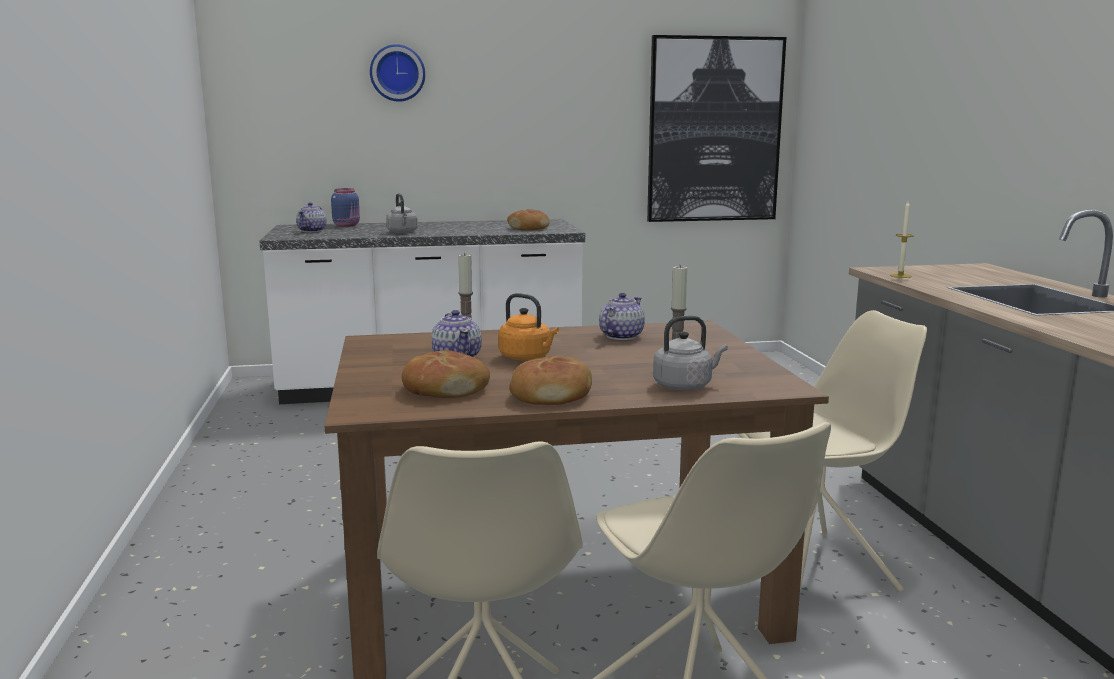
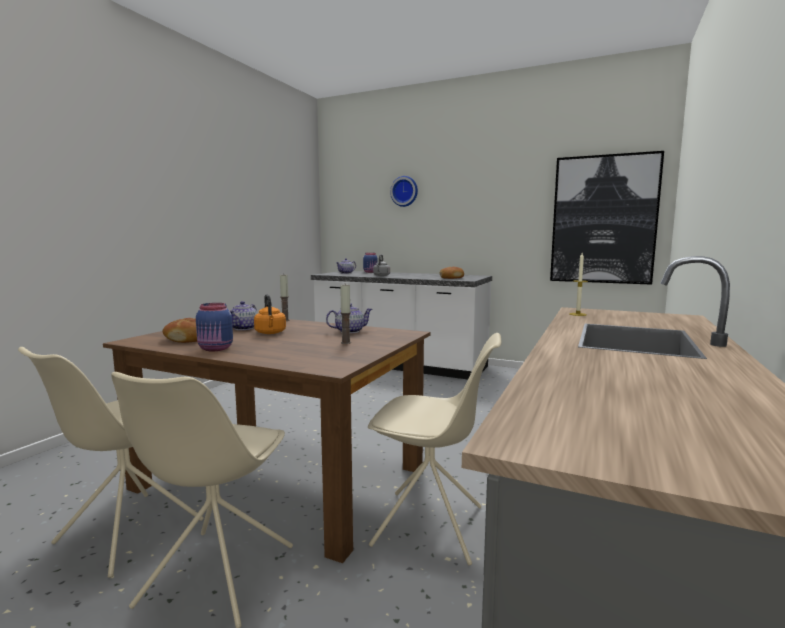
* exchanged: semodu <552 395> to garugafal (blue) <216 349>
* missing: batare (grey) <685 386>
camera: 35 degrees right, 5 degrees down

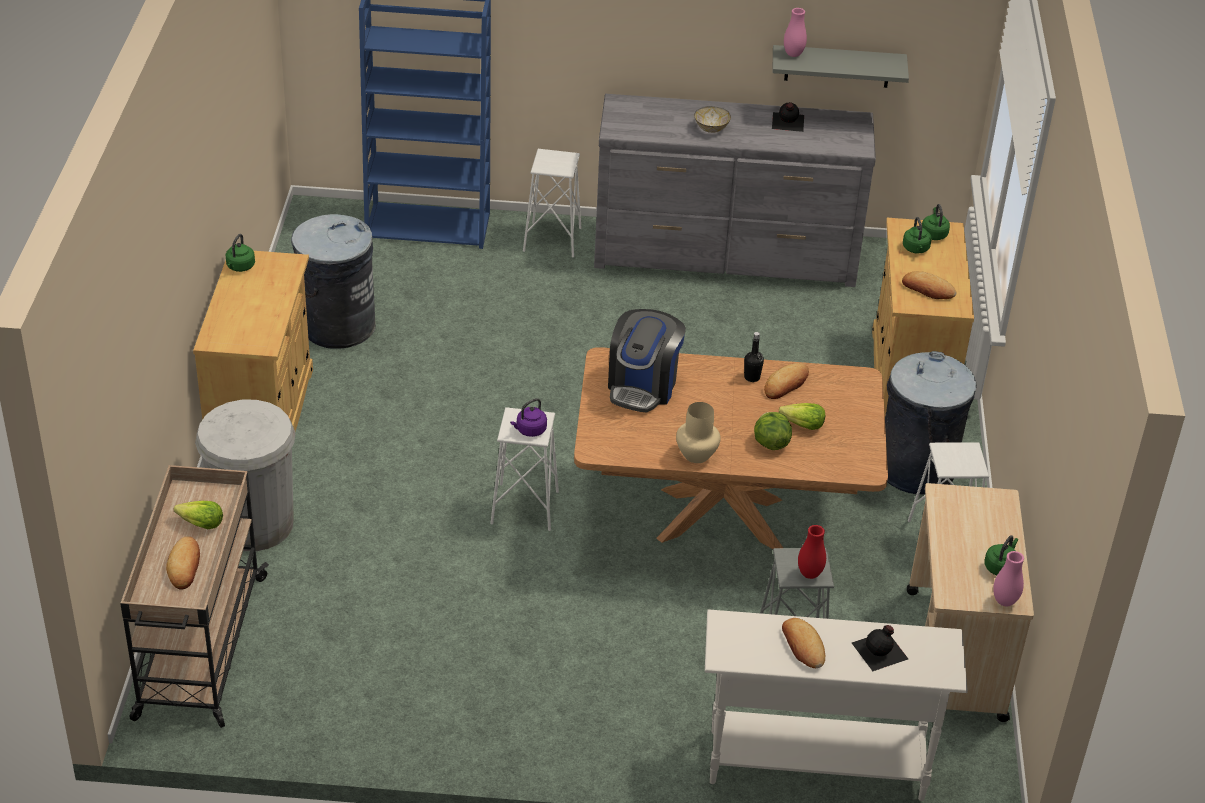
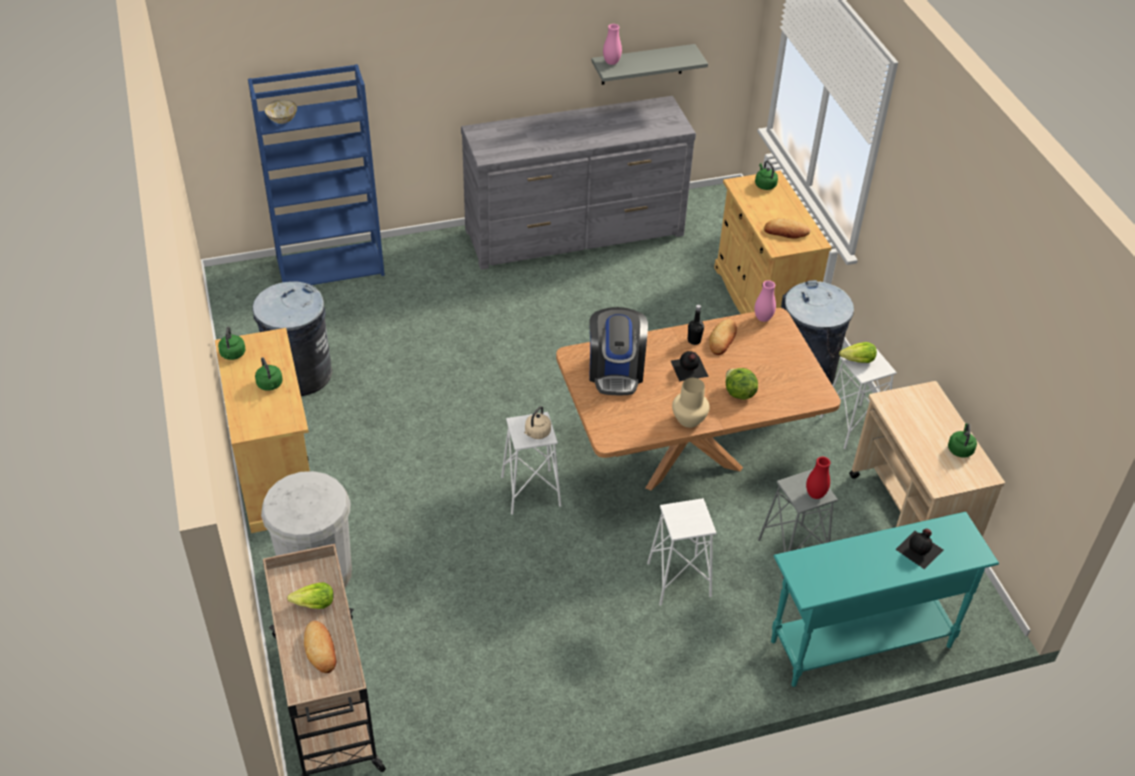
* colour: batare (purple) <529 430> to batare (beige) <537 433>
* relocated: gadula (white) <552 240> to <678 580>
* relocated: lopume <710 129> to <282 120>
* colour: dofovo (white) <815 764> to dofovo (turquoise) <860 643>
* relocated: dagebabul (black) <787 122> to <689 369>
* relocated: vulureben <802 425> to <858 360>
* missing: semodu <803 646>
* relocated: batare (green) <916 249> to <270 385>
* relocated: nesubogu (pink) <1004 601> to <763 318>
camera: 20 degrees left, 5 degrees up

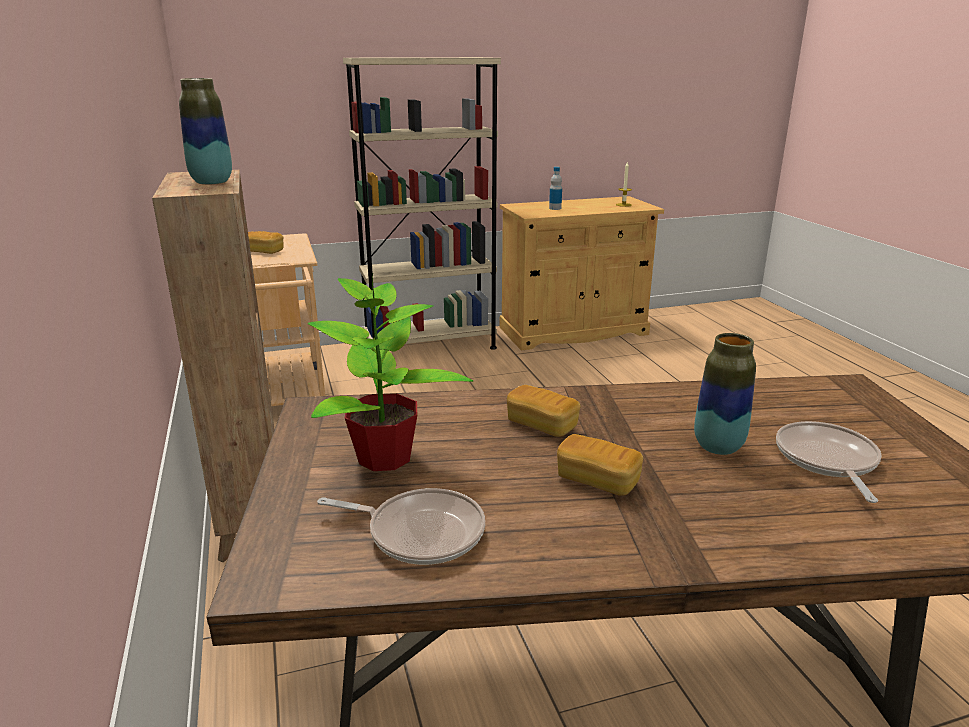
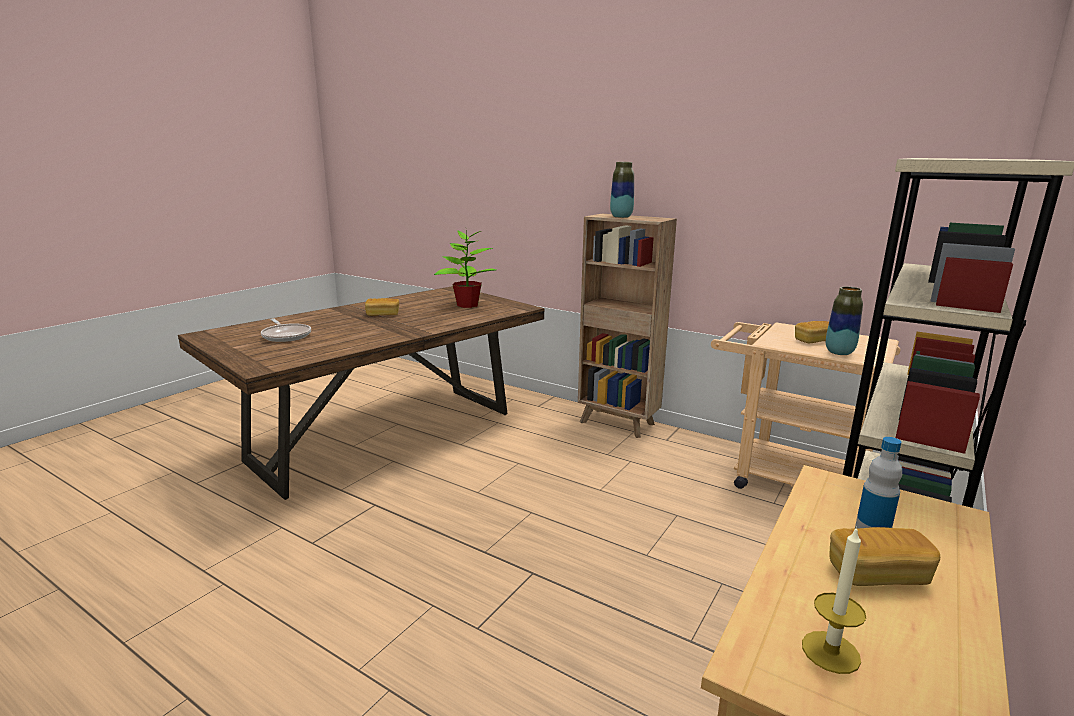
* missing: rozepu <420 532>
* relocated: semodu <542 425> to <877 574>
* relocated: nesubogu <718 447> to <839 352>
camera: 140 degrees right, 5 degrees down

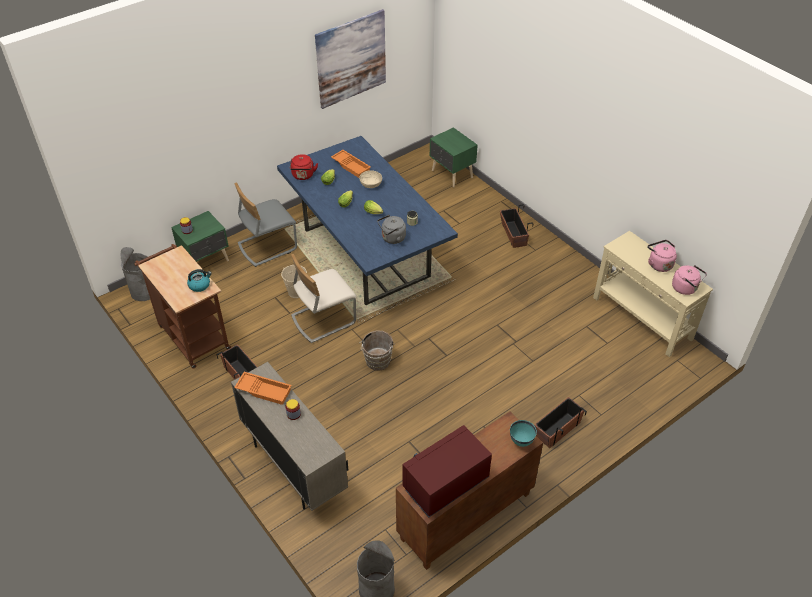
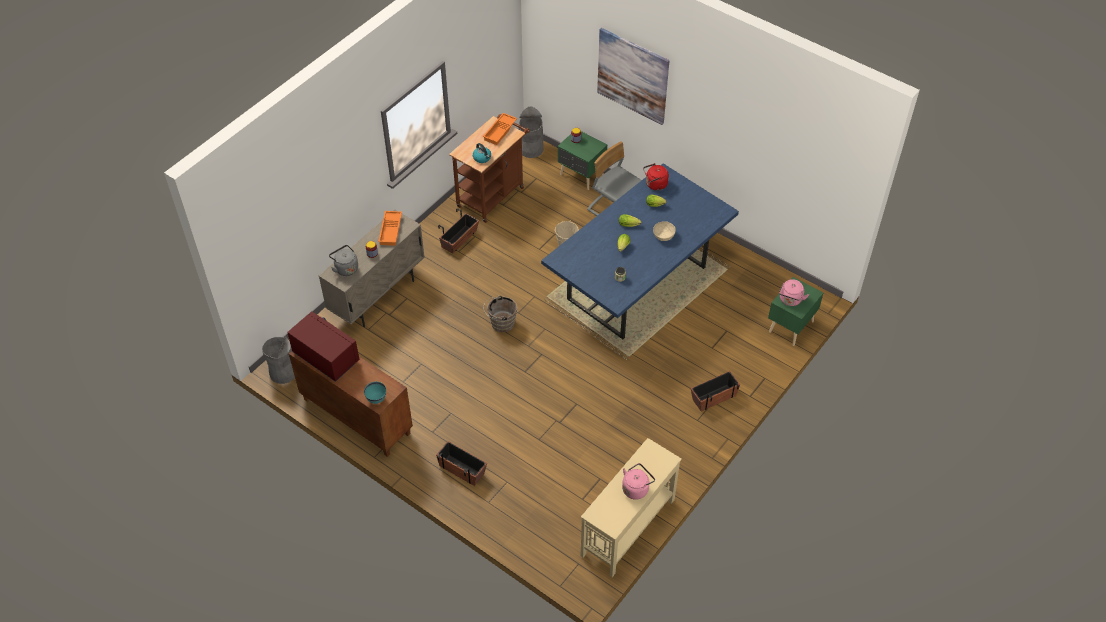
* missing: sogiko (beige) <323 319>
* relocated: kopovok <351 59> to <633 76>
* relocated: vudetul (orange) <351 166> to <500 131>
* relocated: batare (grey) <392 238> to <345 268>
* relocated: batare (pink) <686 288> to <790 300>
camera: 75 degrees right, 5 degrees up

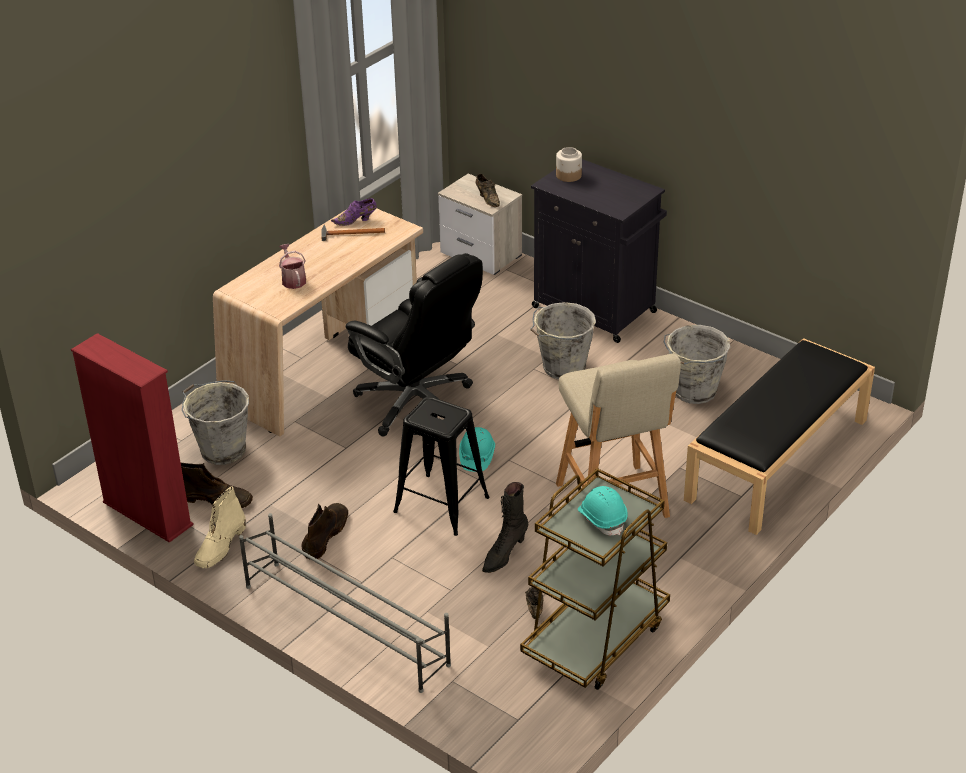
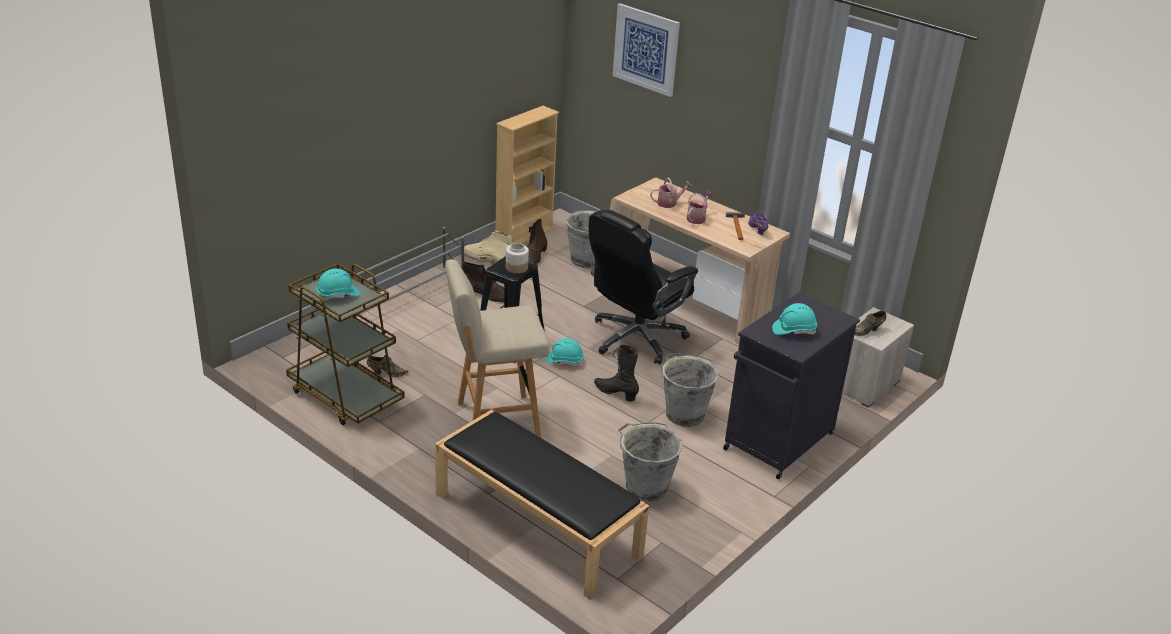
* colour: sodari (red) <147 514> to sodari (beige) <524 235>
* relocated: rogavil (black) <504 554> to <615 393>
* relocated: garugafal <569 175> to <516 268>
* appeared: kopovok <646 49>
* appeared: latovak <697 218>
* appeared: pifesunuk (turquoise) <793 330>
camera: 90 degrees right, 5 degrees down

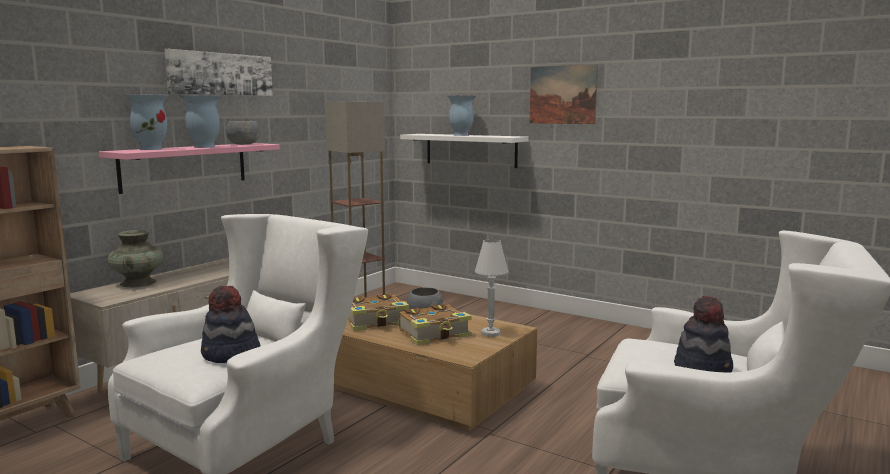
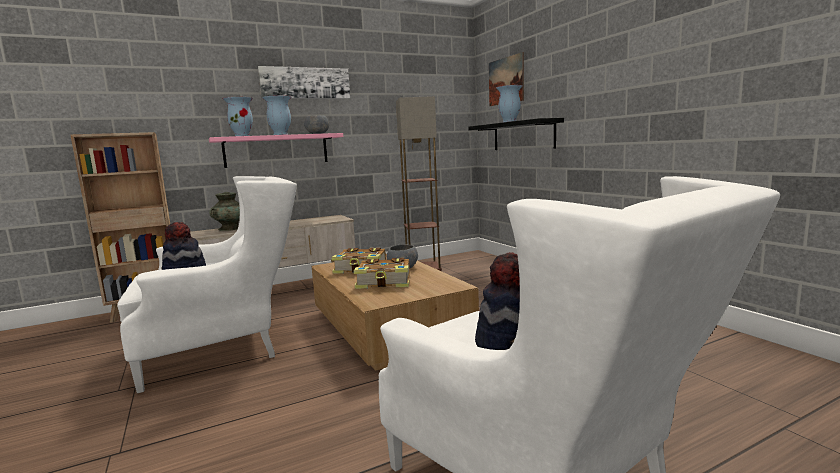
* colour: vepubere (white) <470 150> to vepubere (black) <523 135>
* missing: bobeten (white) <490 333>
* relocated: kopovok <562 95> to <506 80>
camera: 30 degrees right, 0 degrees up

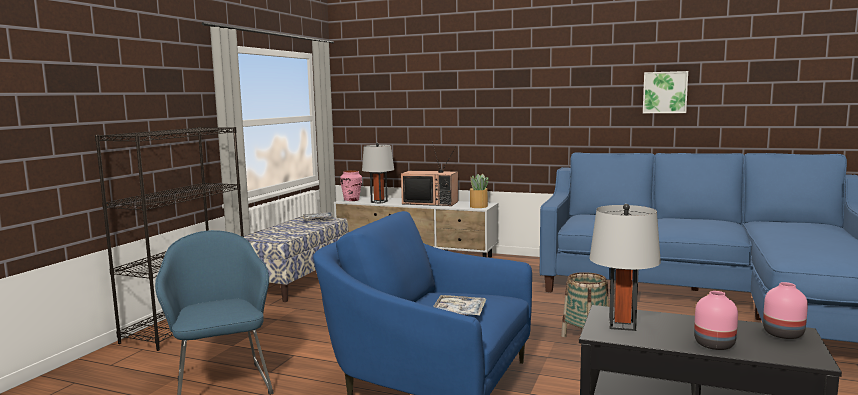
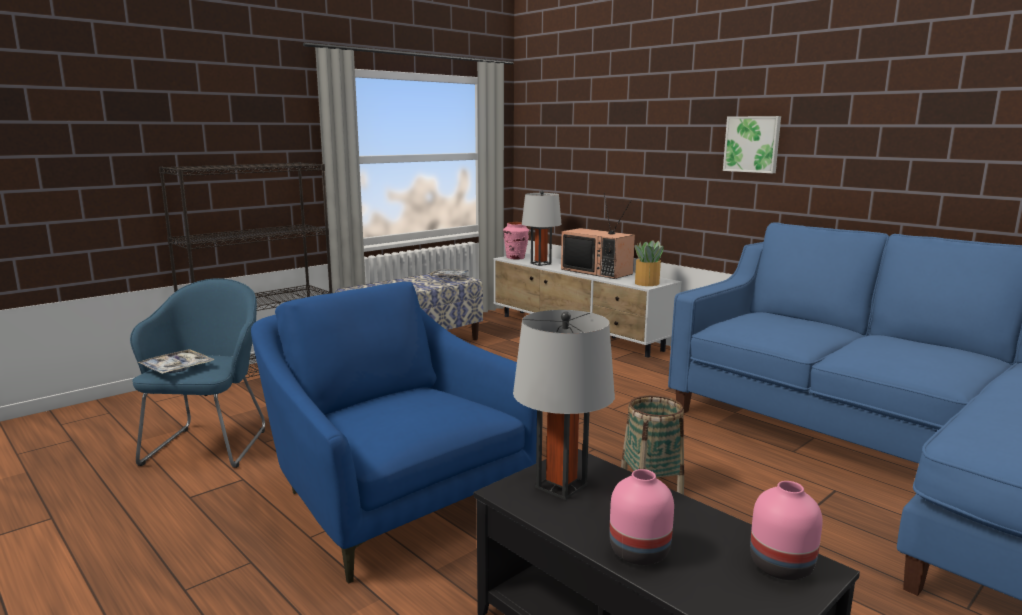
* relocated: vudetul <459 312> to <177 368>
* relocated: kopovok <665 92> to <752 144>
camera: 25 degrees right, 5 degrees up

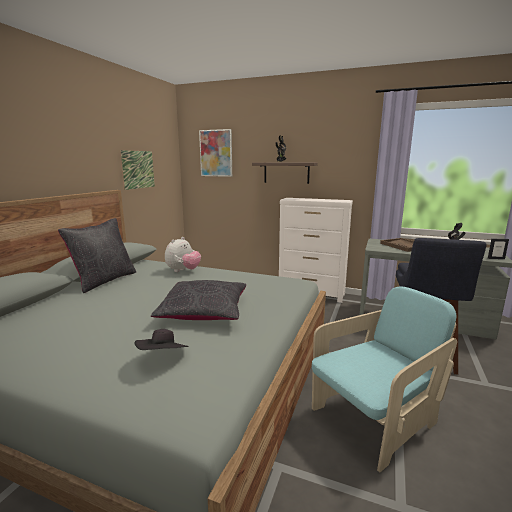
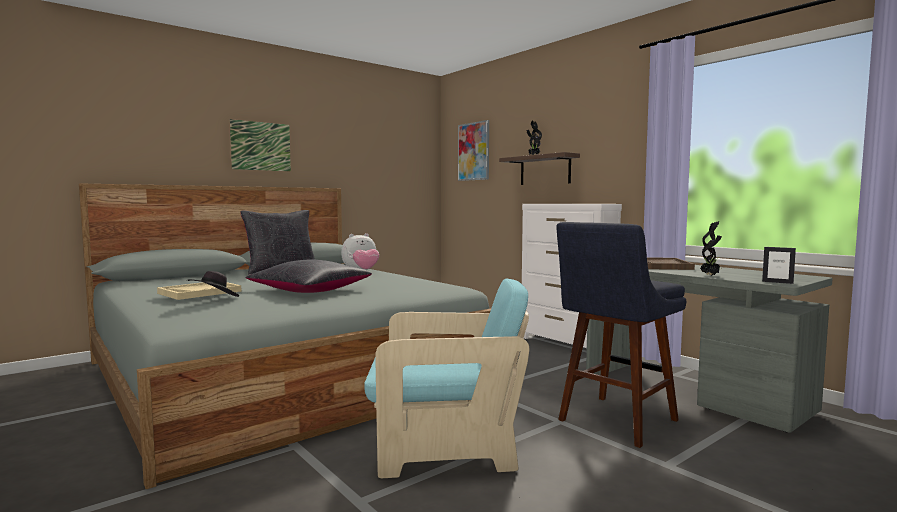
* relocated: kopovok <138 169> to <260 146>
* appeared: vudetul (beige) <200 292>
camera: 30 degrees right, 10 degrees down

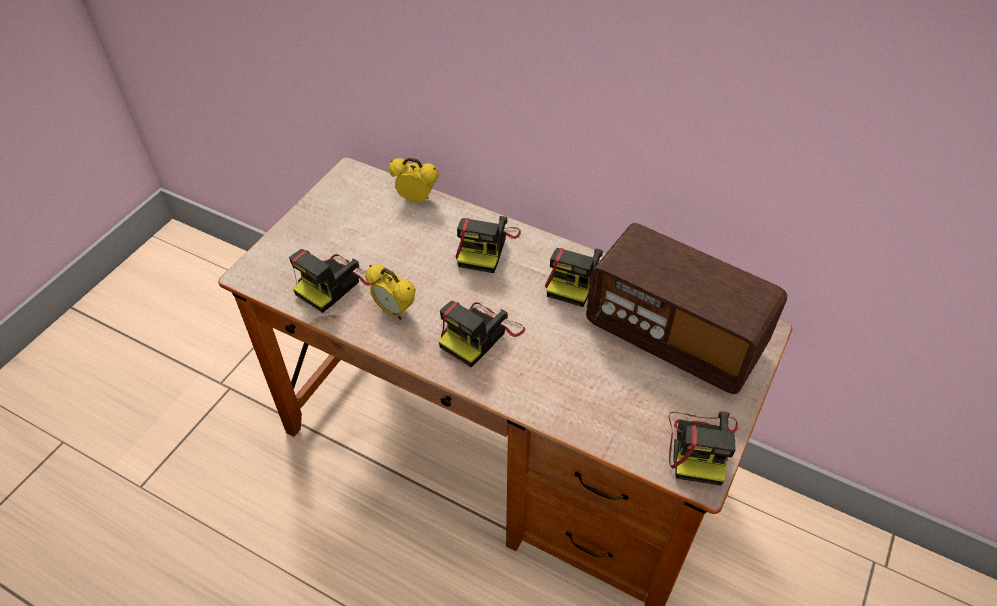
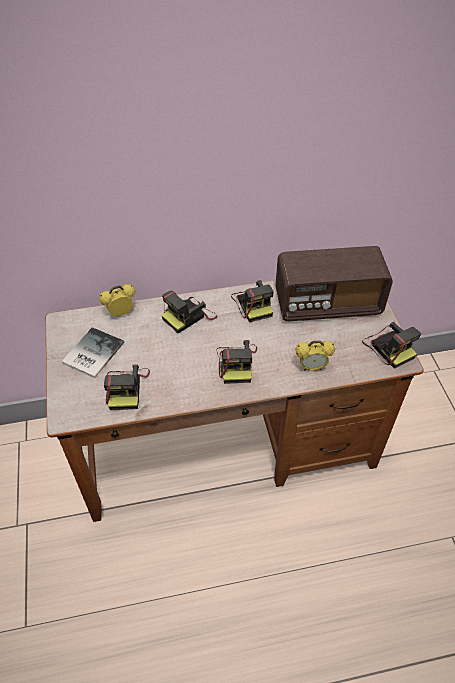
* relocated: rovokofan <394 311> to <311 367>
* spun: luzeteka <485 246> = <189 316> 75 degrees clockwise
* appeared: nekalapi <91 353>
camera: 40 degrees left, 0 degrees up

